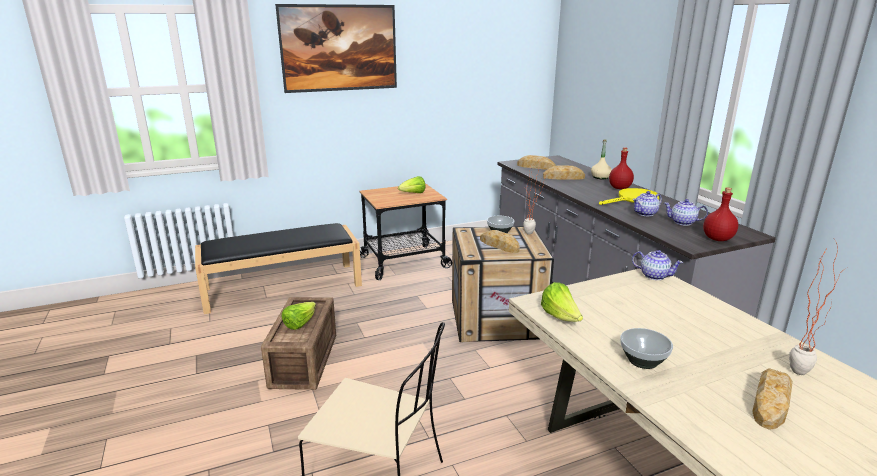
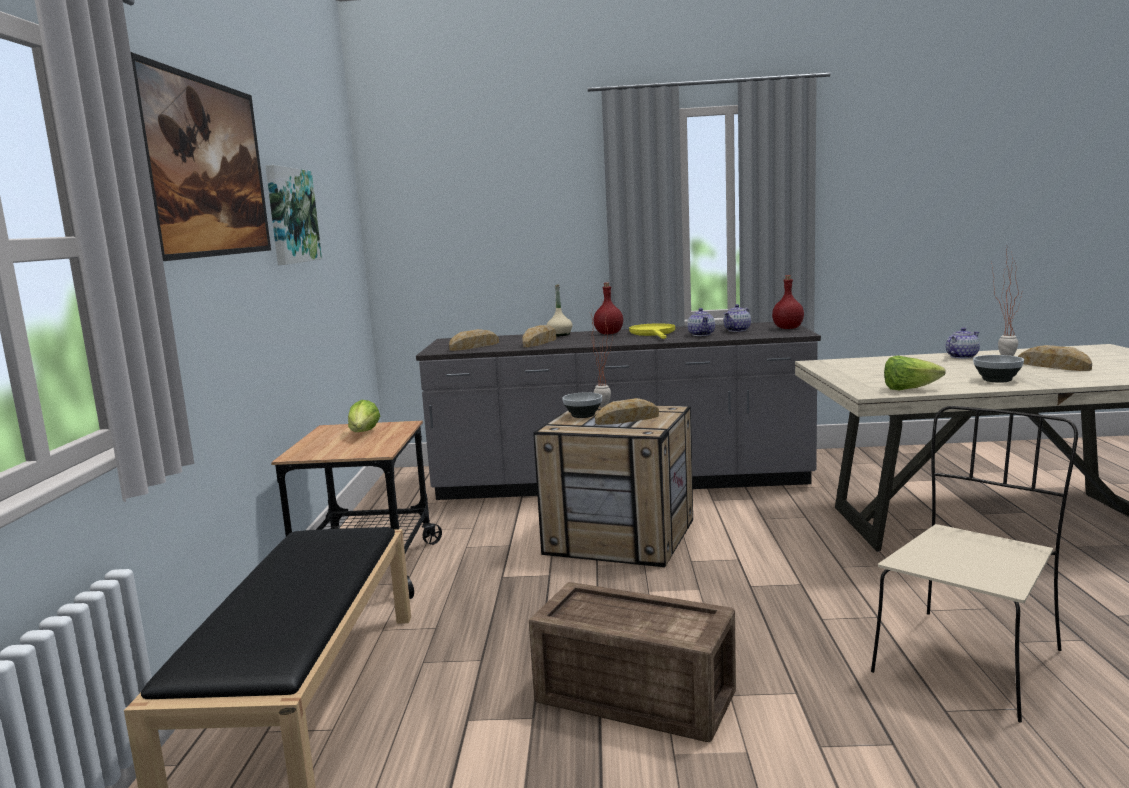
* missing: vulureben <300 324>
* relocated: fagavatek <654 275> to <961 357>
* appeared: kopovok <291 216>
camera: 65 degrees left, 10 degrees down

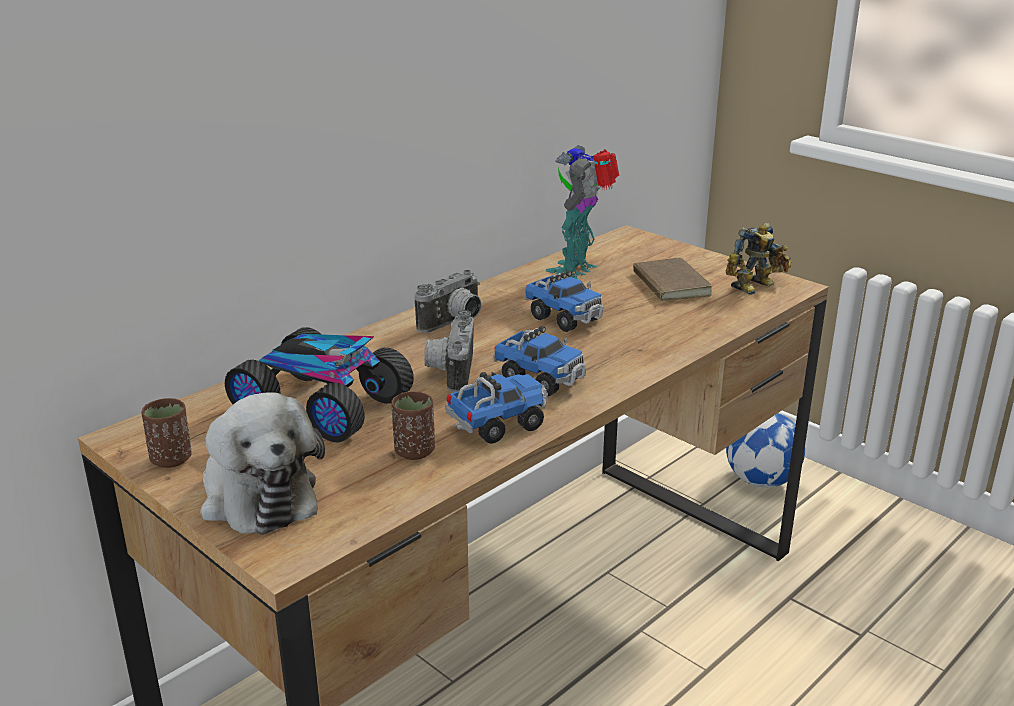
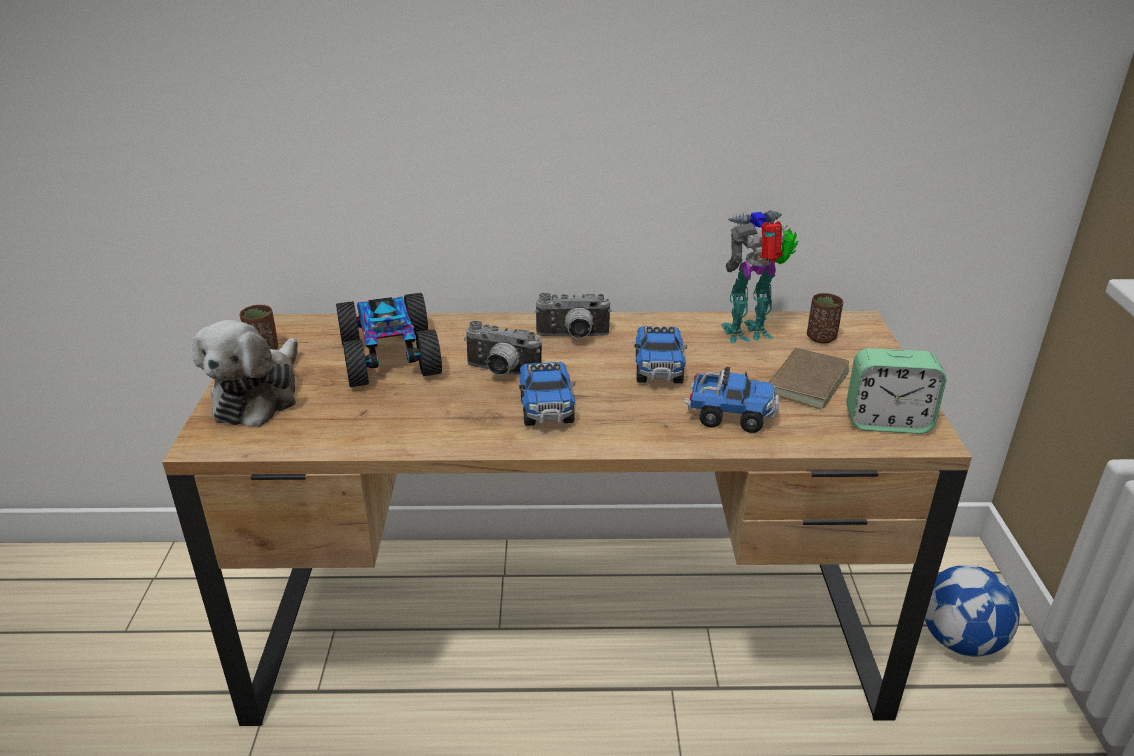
* relocated: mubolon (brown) <414 451> to <821 338>
* spun: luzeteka <449 372> = <500 372> 120 degrees counterclockwise
* relocated: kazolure <498 425> to <730 416>
* exchanged: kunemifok <756 287> to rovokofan <887 422>
camera: 45 degrees right, 5 degrees up

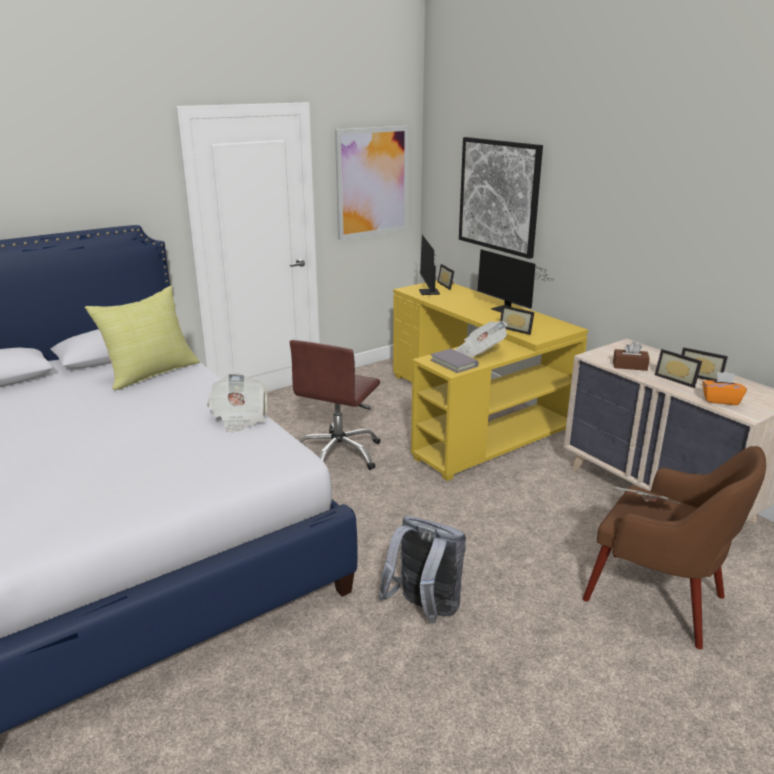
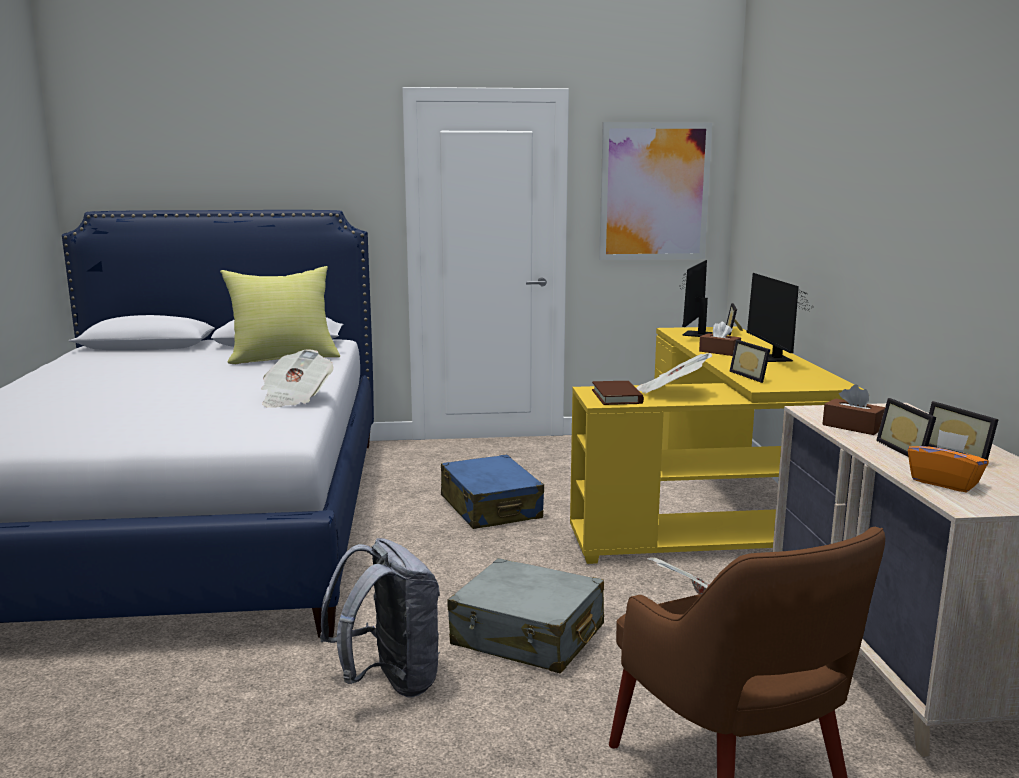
* exchanged: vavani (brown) <339 454> to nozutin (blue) <490 508>
* colour: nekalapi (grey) <454 363> to nekalapi (brown) <617 396>
* missing: kopovok <499 196>
* appeared: nozutin (grey) <528 636>
* appeared: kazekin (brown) <719 352>
camera: 30 degrees right, 10 degrees down

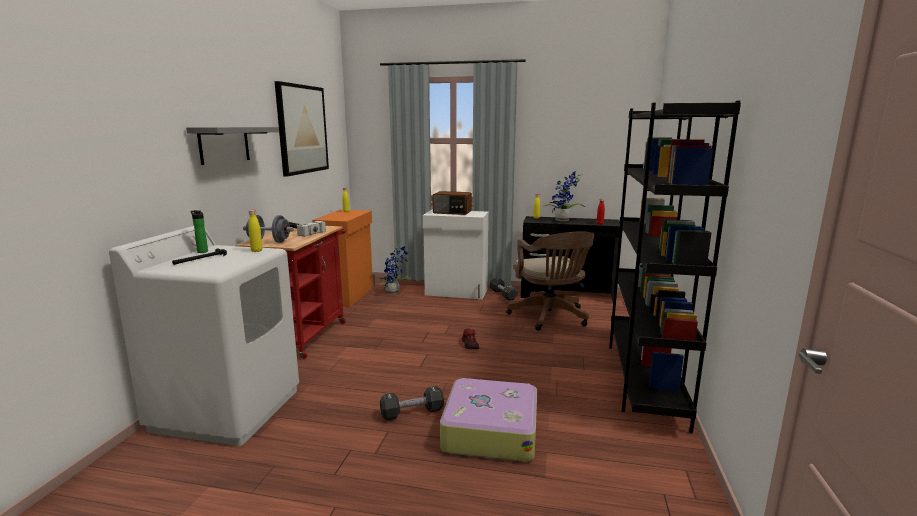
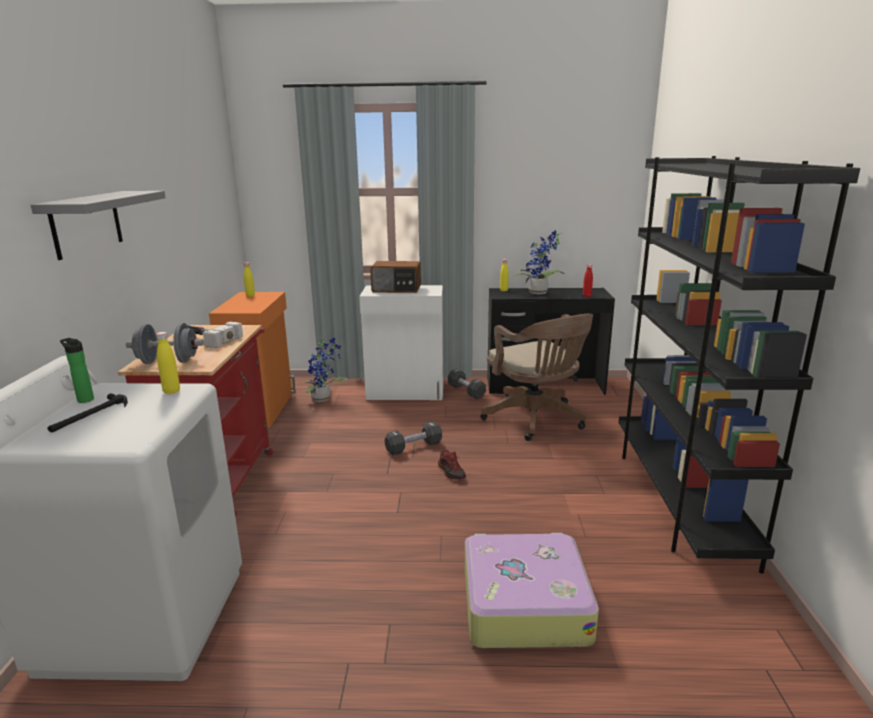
* missing: kopovok <302 129>
* relocated: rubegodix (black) <412 412> to <413 447>
camera: 10 degrees left, 5 degrees up

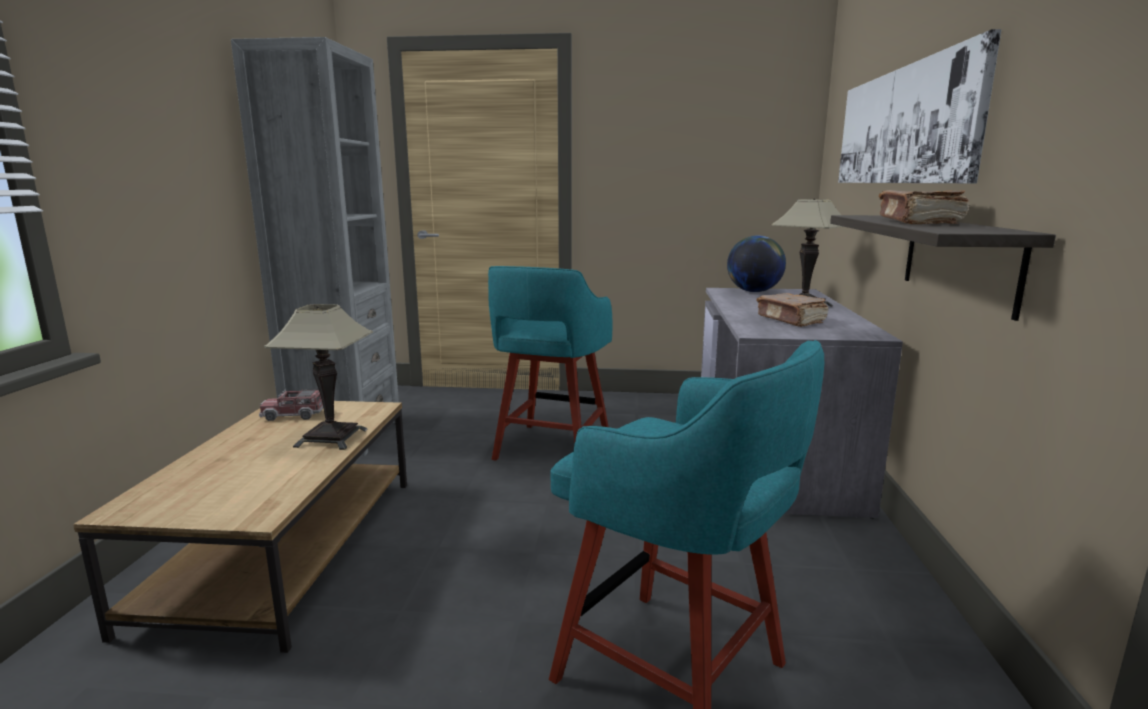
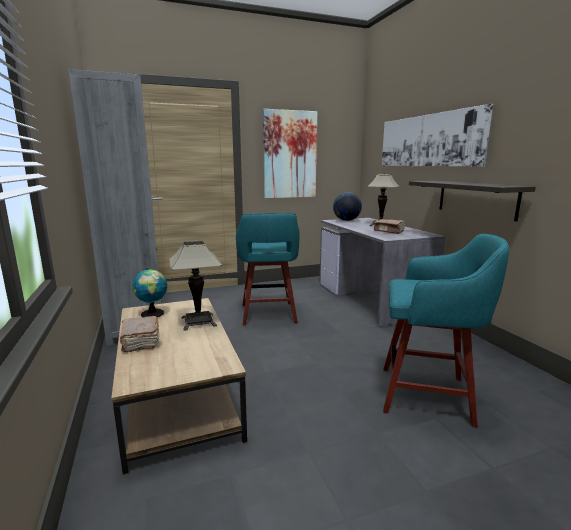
* exchanged: kazolure <294 415> to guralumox <153 314>
* relocated: nekalapi (brown) <918 222> to <140 341>
* appeared: kopovok <290 155>
camera: 25 degrees left, 0 degrees up

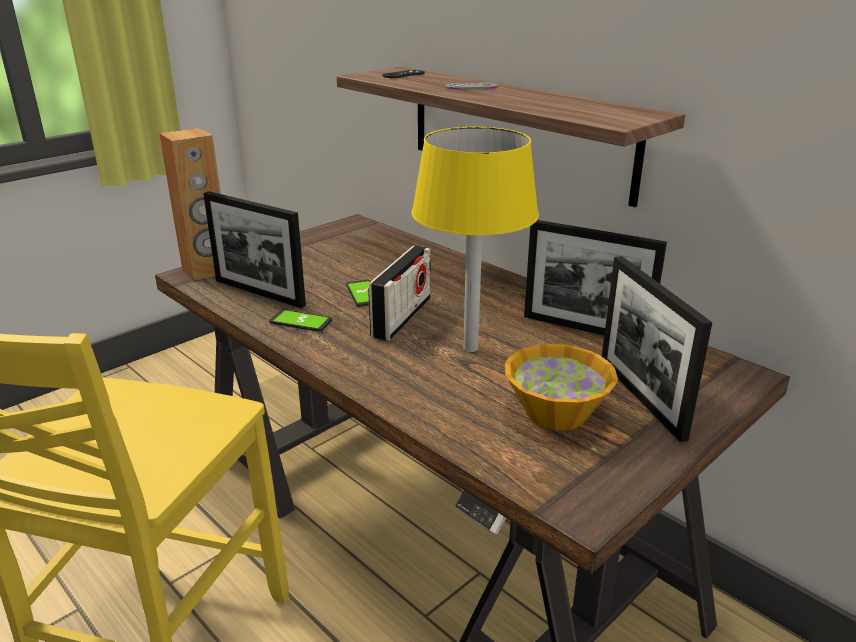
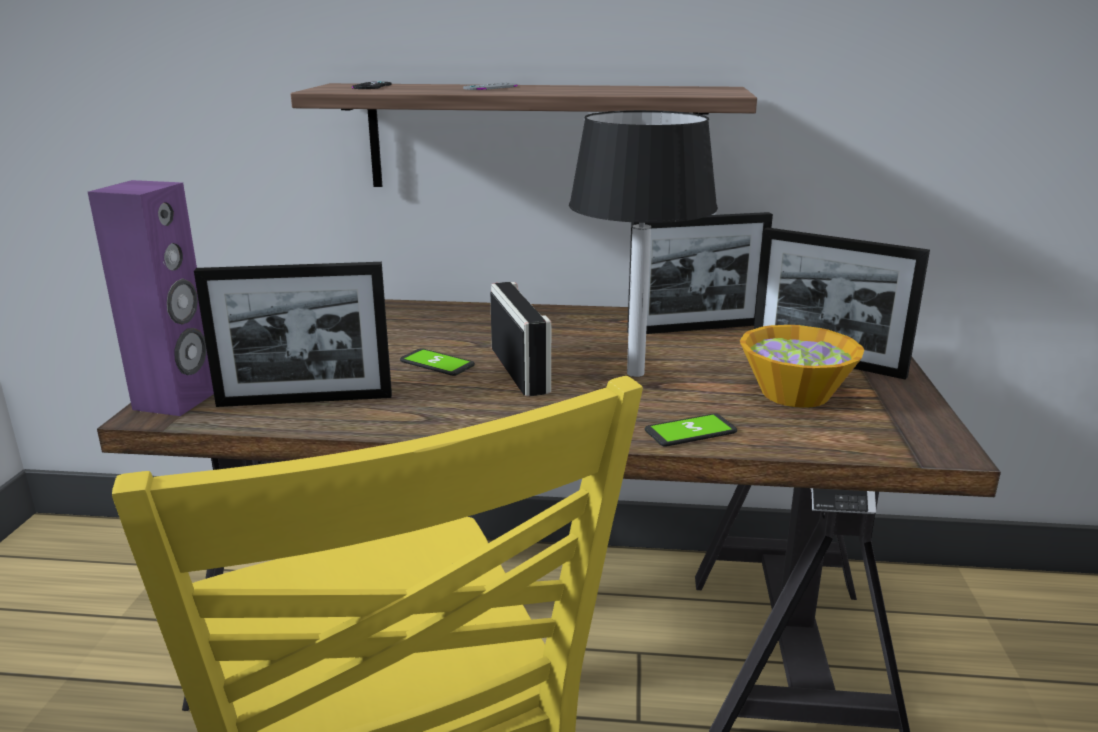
* colour: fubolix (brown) <206 270> to fubolix (purple) <176 400>
* relocated: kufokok <301 322> to <690 432>
* colour: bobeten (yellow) <471 348> to bobeten (black) <636 373>
camera: 40 degrees left, 5 degrees down

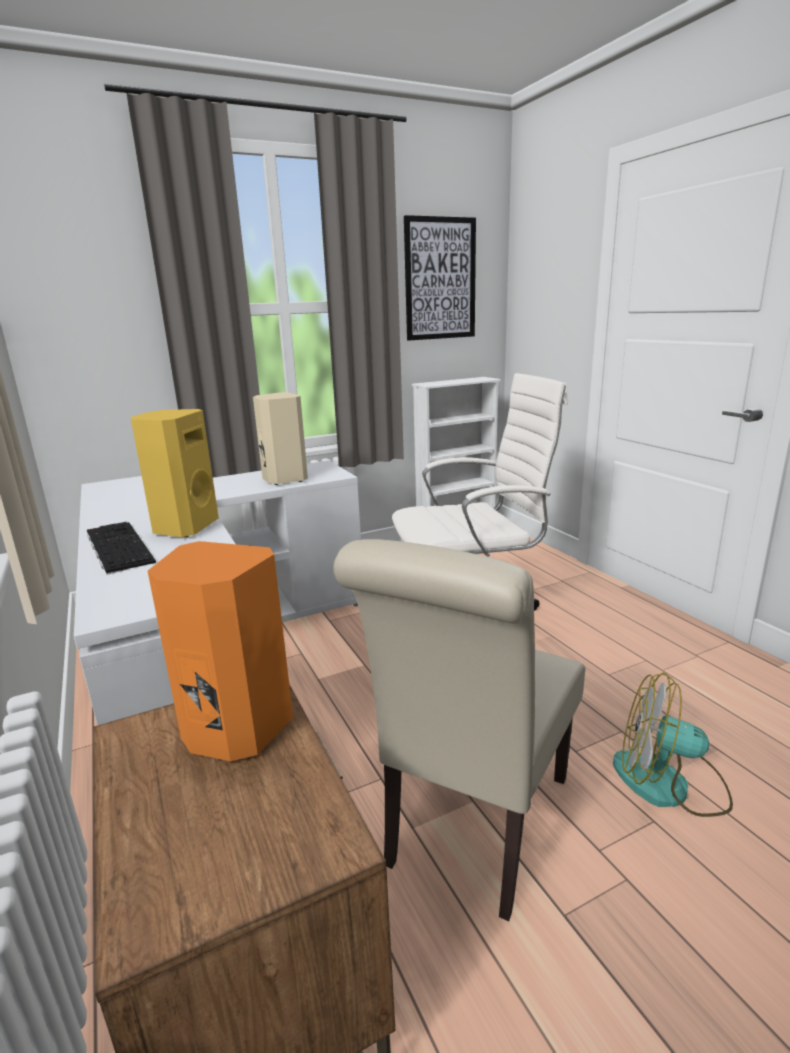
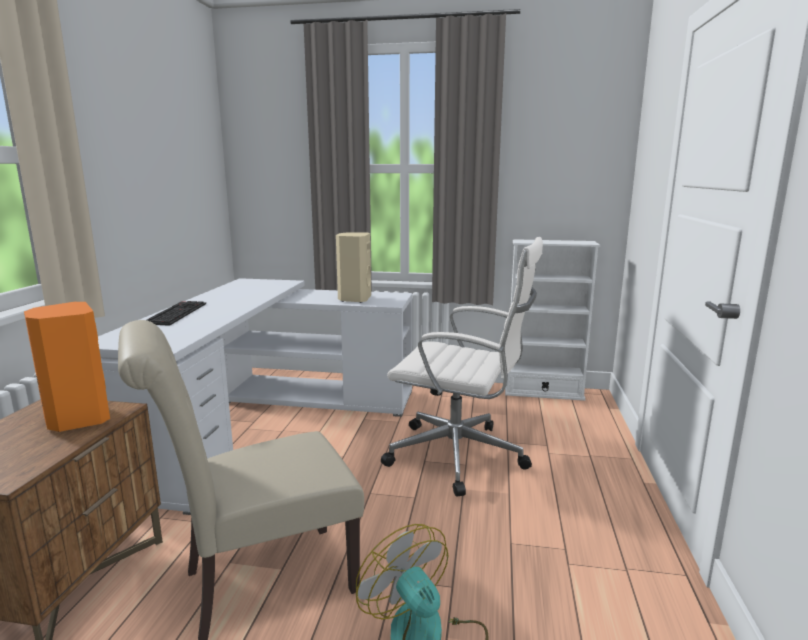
* missing: fubolix (yellow) <184 527>
* missing: kopovok <440 279>
camera: 35 degrees right, 5 degrees down

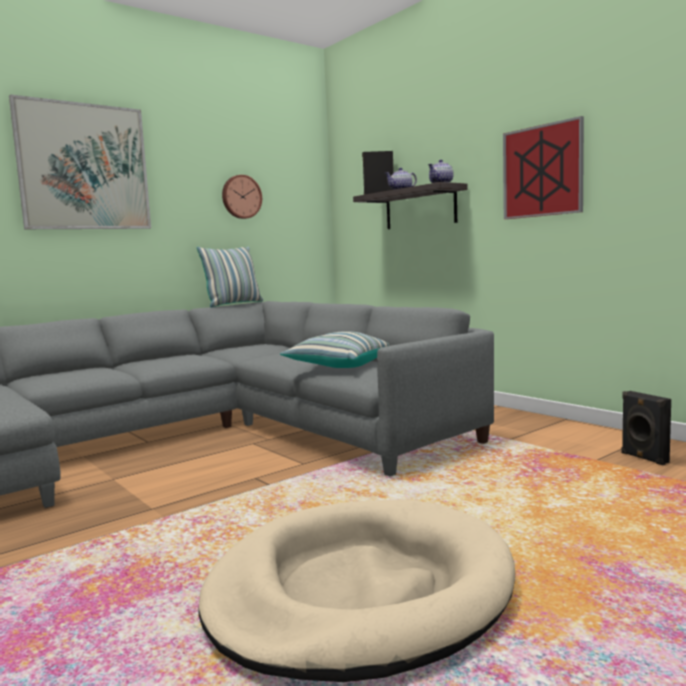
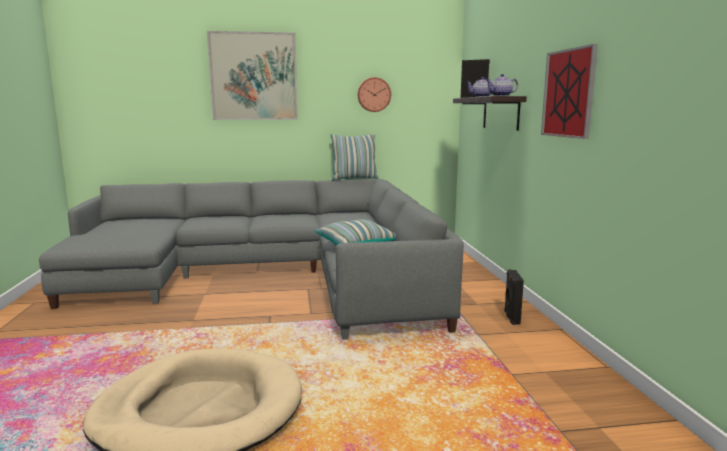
* relocated: fubolix (black) <643 458> to <511 318>
camera: 30 degrees right, 5 degrees up

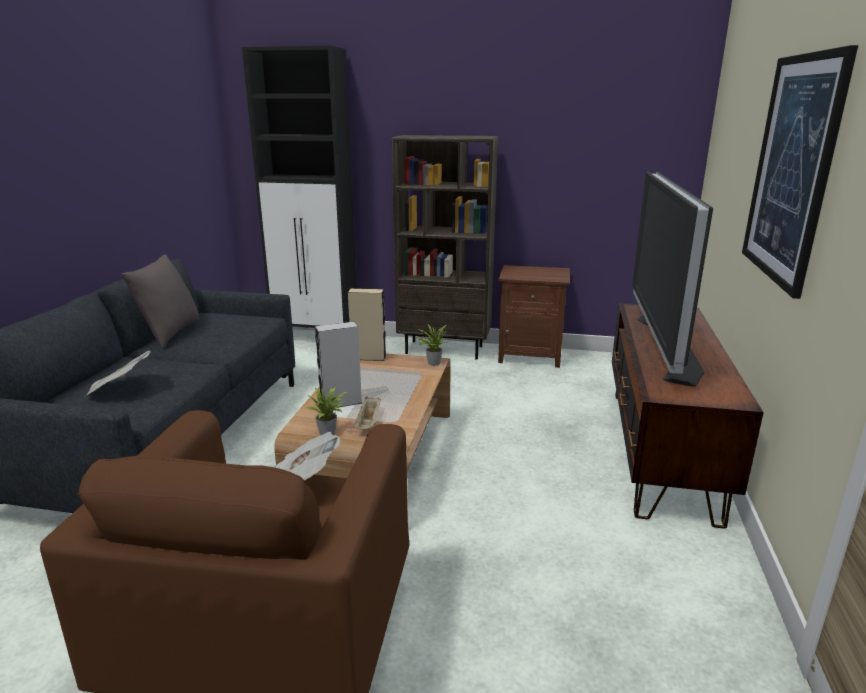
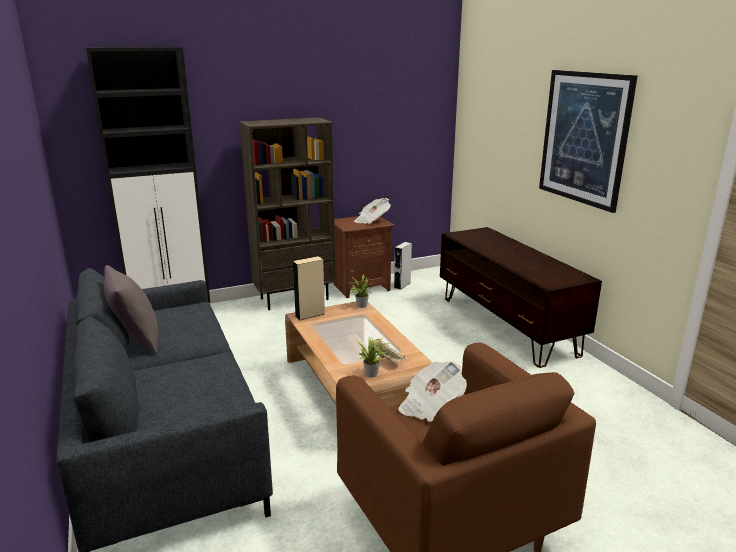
* relocated: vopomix <120 389> to <372 220>
* relocated: fubolix (grey) <341 403> to <402 285>
* missing: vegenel <665 347>
camera: 35 degrees left, 0 degrees up

